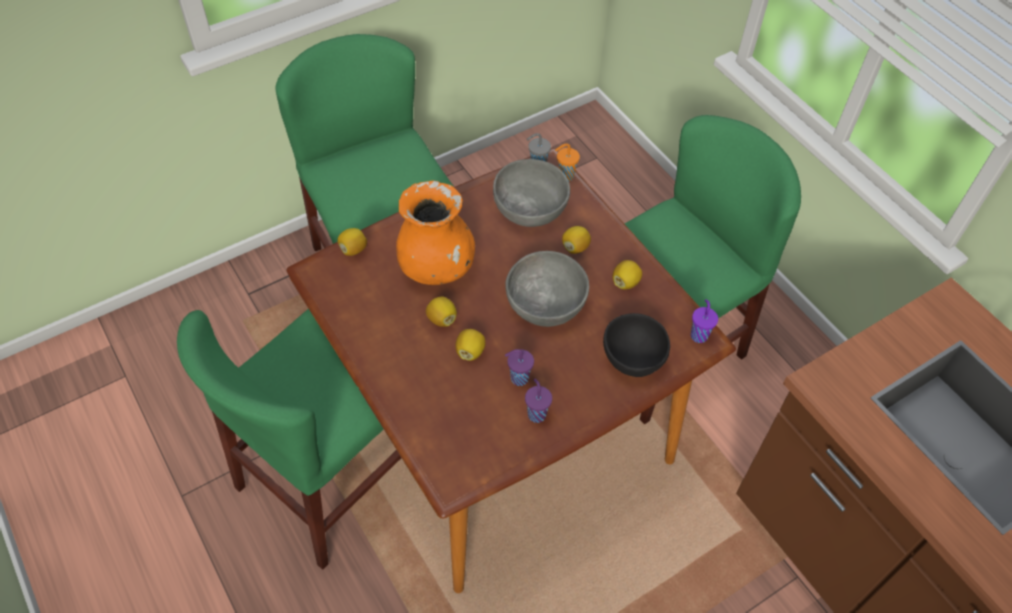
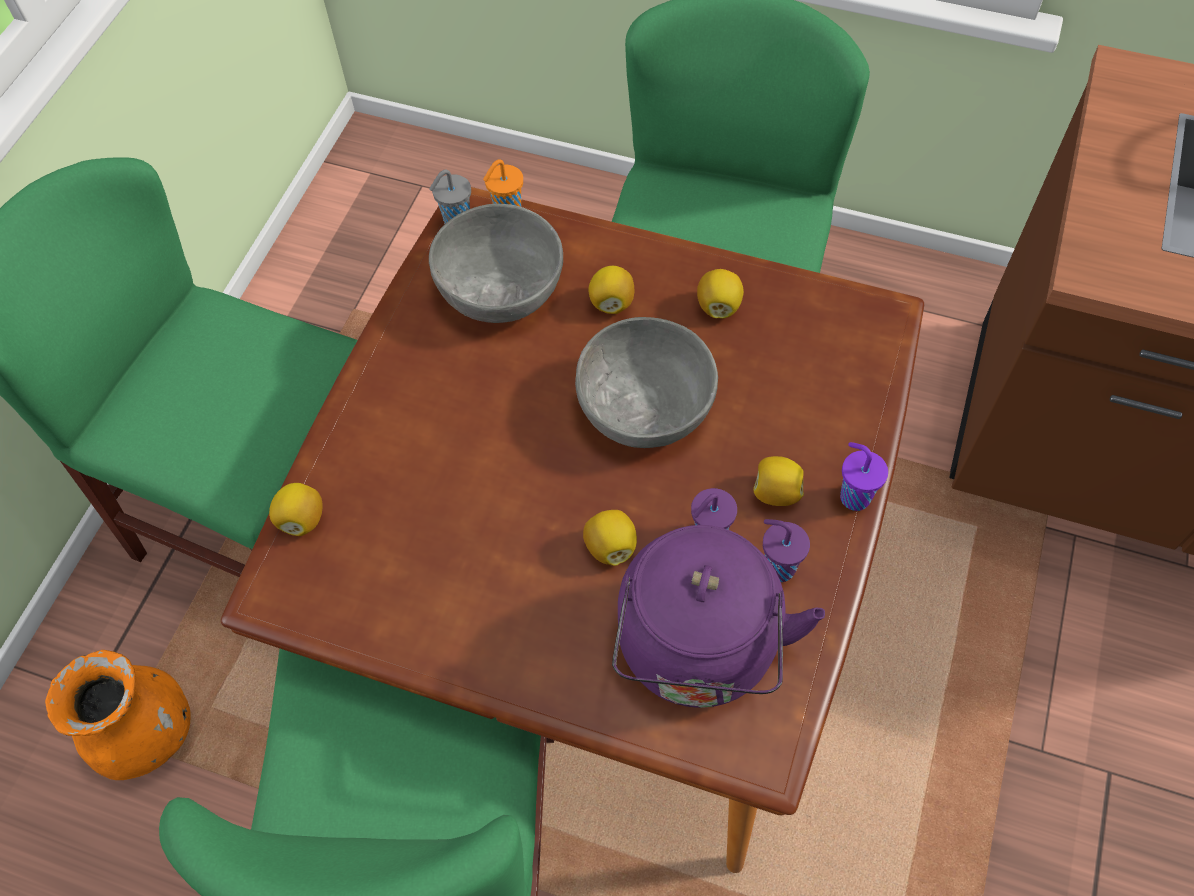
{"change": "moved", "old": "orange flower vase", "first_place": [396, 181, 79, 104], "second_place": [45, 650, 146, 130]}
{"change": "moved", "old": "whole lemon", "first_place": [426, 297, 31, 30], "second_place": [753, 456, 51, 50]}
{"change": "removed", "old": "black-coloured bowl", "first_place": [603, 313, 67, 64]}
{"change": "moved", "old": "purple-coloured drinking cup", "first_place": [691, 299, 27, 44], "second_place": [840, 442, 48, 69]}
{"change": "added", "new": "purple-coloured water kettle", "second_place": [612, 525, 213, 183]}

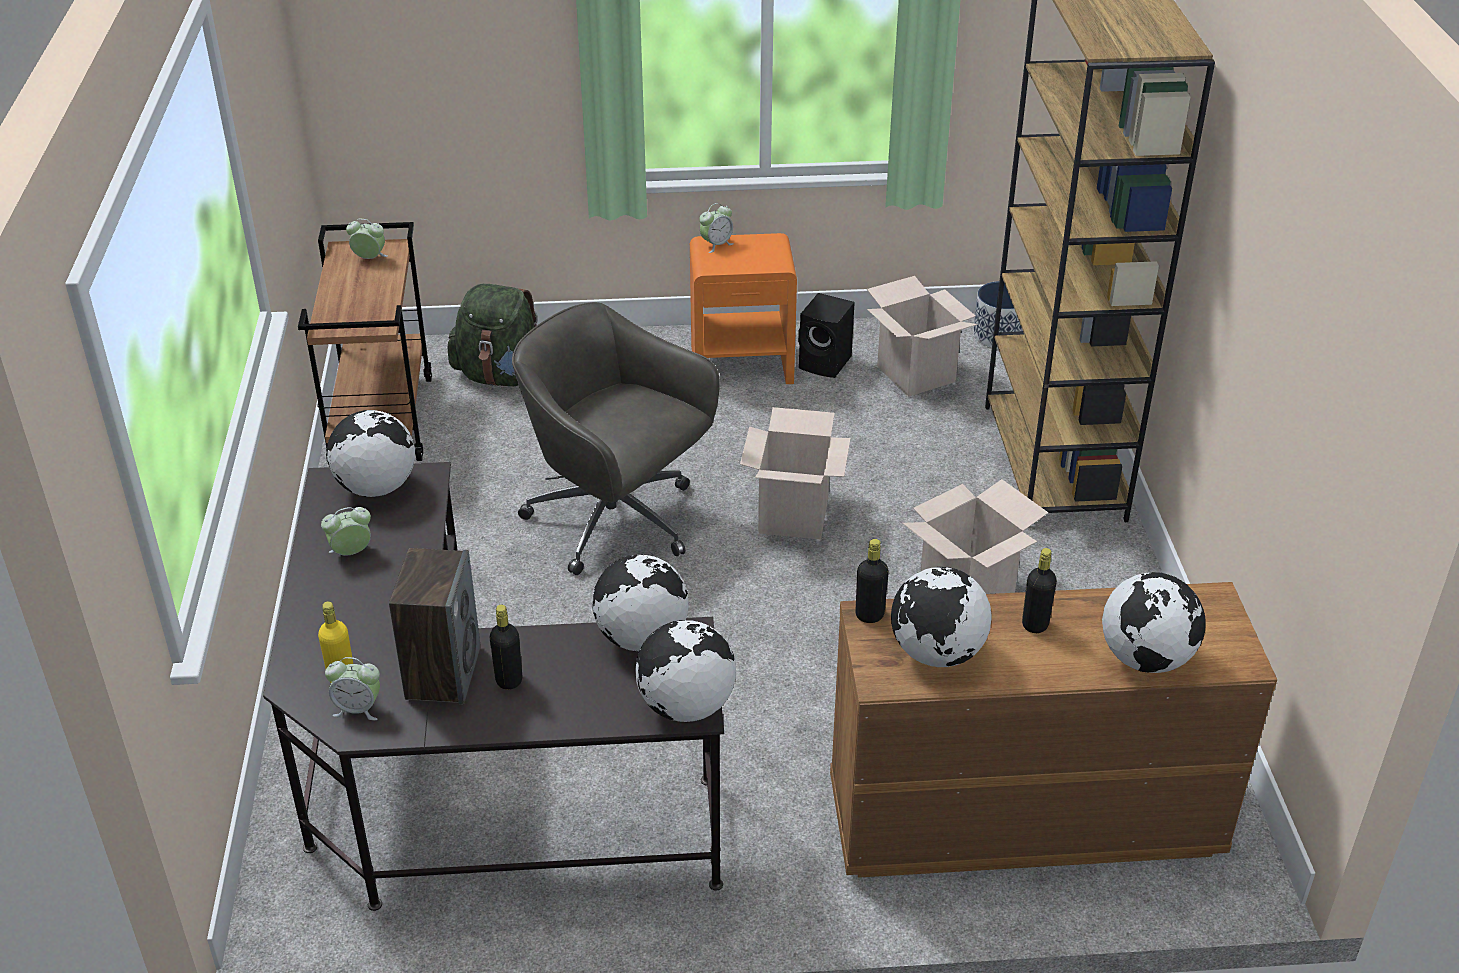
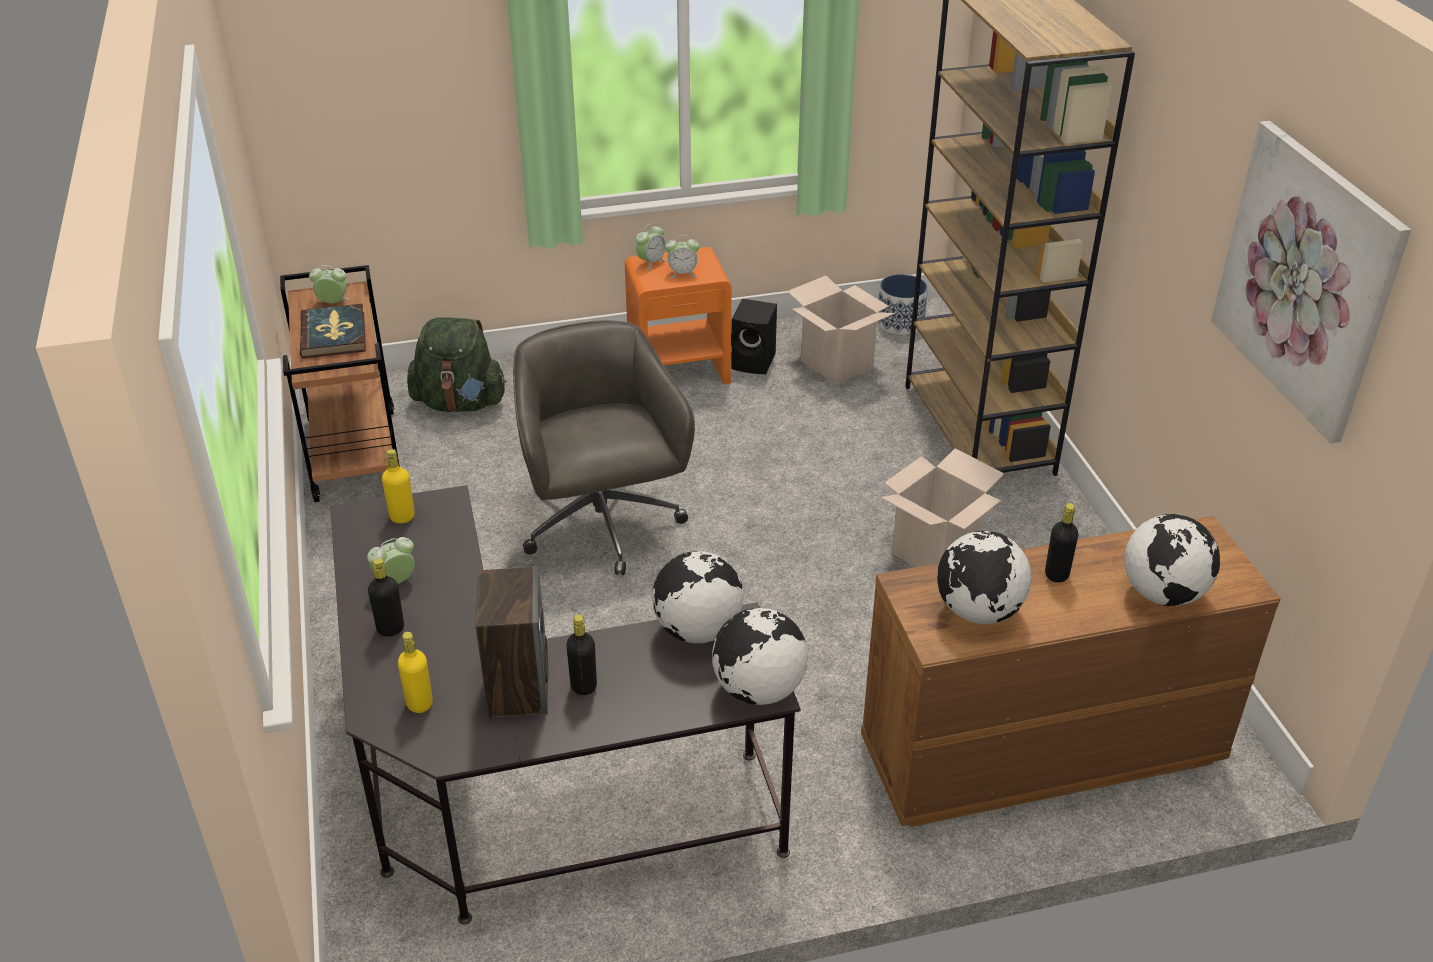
{"change": "moved", "old": "bedside clock", "first_place": [325, 657, 55, 63], "second_place": [665, 235, 35, 43]}
{"change": "replaced", "old": "desk globe", "new": "yellow drink bottle", "first_place": [327, 410, 88, 87], "second_place": [382, 449, 33, 75]}
{"change": "turned", "old": "greyish office chair", "first_place": [512, 302, 208, 273], "second_place": [513, 320, 182, 255], "degrees": 45}
{"change": "removed", "old": "packing box", "first_place": [740, 407, 110, 133]}
{"change": "moved", "old": "black-coloured drink bottle", "first_place": [855, 539, 34, 84], "second_place": [368, 558, 36, 79]}
{"change": "added", "new": "bound book", "second_place": [300, 304, 66, 54]}
{"change": "added", "new": "wall art", "second_place": [1211, 121, 200, 322]}

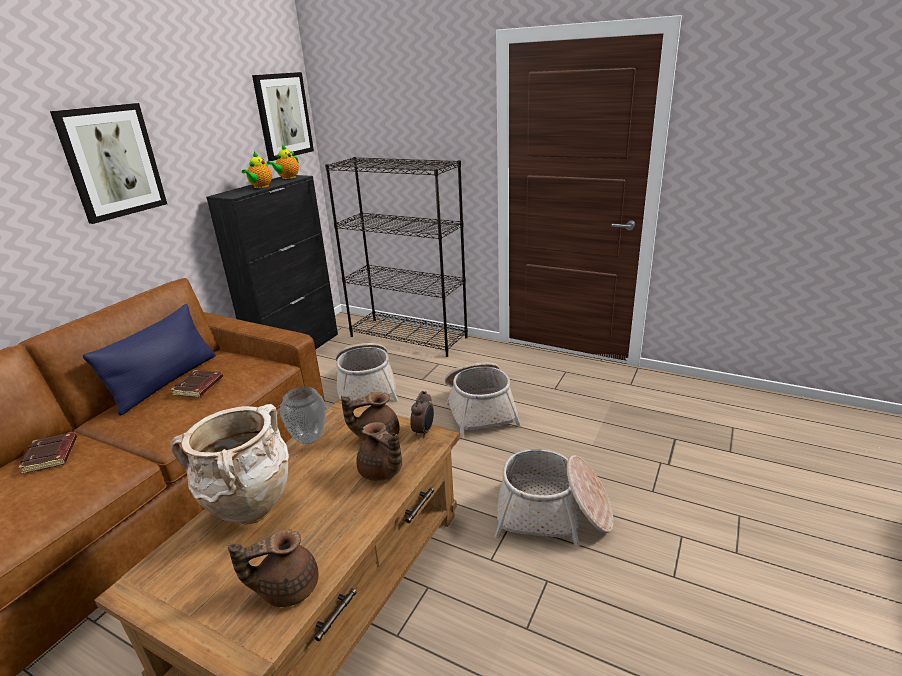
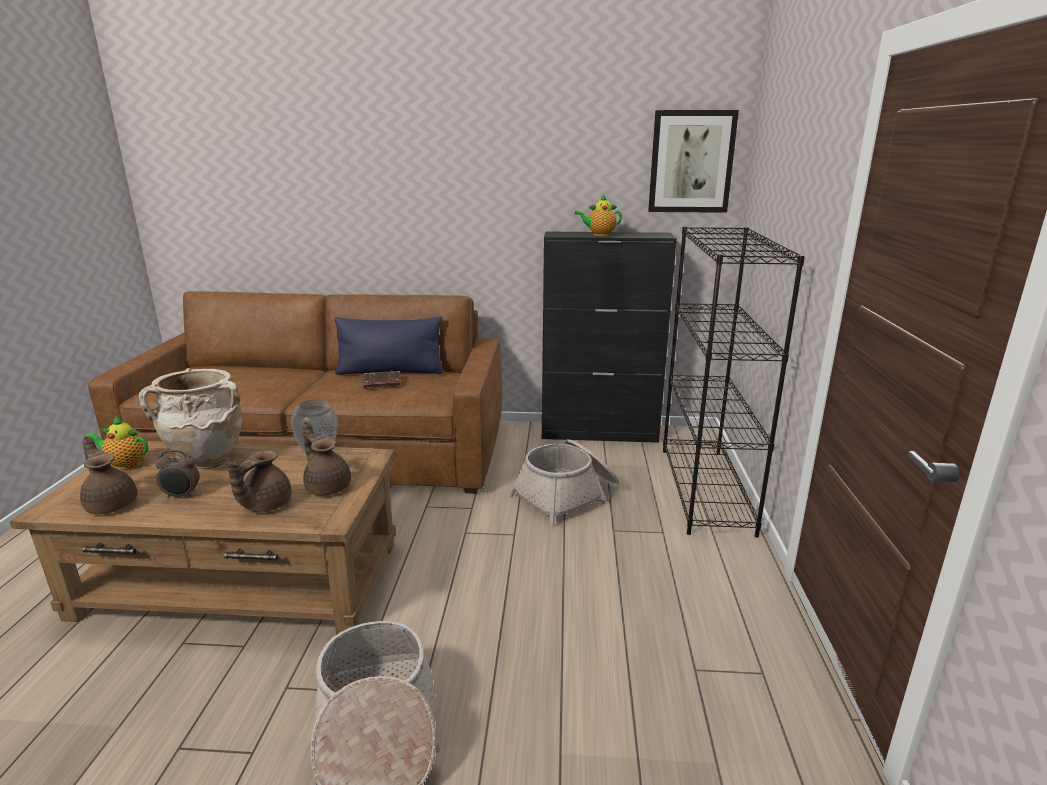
{"change": "removed", "old": "brown-coloured bound book", "first_place": [19, 432, 58, 42]}
{"change": "removed", "old": "wall art", "first_place": [50, 103, 117, 121]}
{"change": "moved", "old": "tea pot", "first_place": [267, 144, 32, 35], "second_place": [84, 416, 64, 54]}
{"change": "moved", "old": "bedside clock", "first_place": [410, 391, 24, 47], "second_place": [155, 450, 45, 49]}
{"change": "removed", "old": "storage basket", "first_place": [445, 362, 77, 76]}

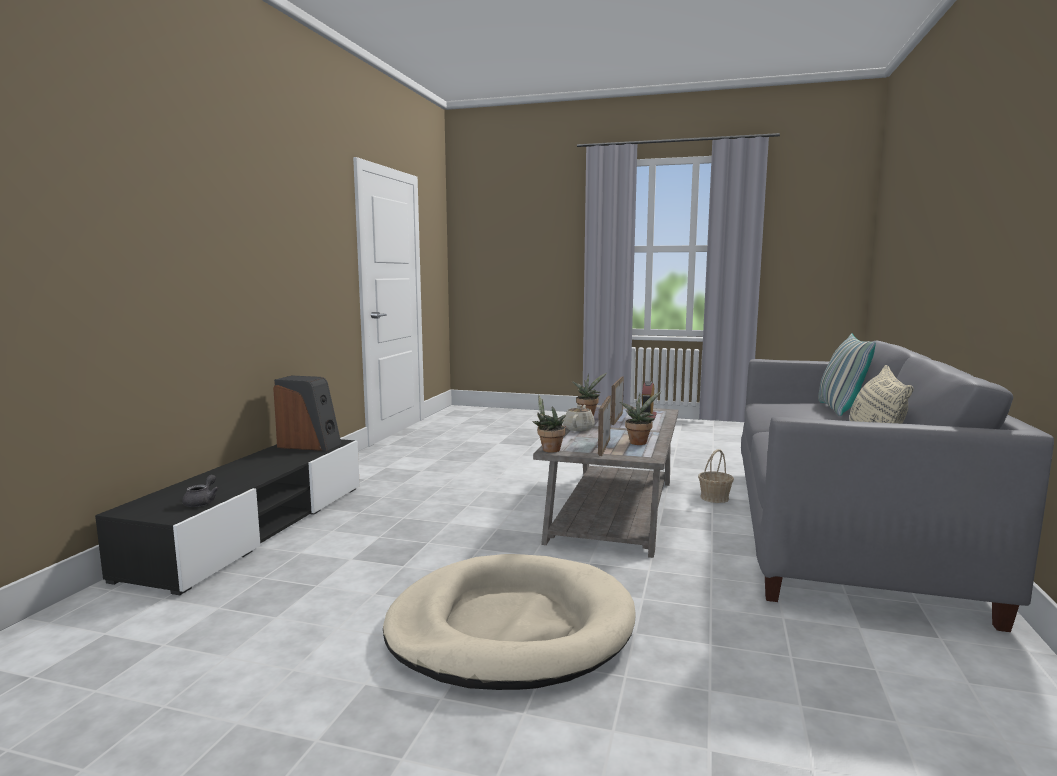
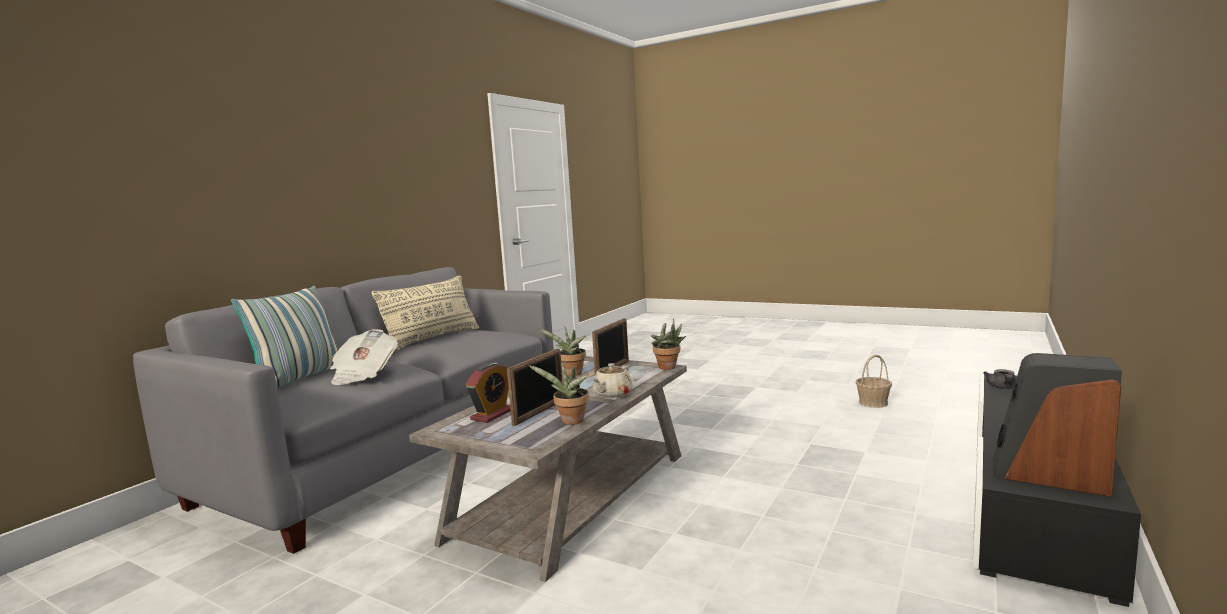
{"change": "removed", "old": "sand-coloured pet bed", "first_place": [383, 554, 253, 136]}
{"change": "moved", "old": "storage basket", "first_place": [698, 449, 36, 54], "second_place": [856, 355, 36, 53]}
{"change": "added", "new": "printed paper", "second_place": [330, 329, 68, 56]}

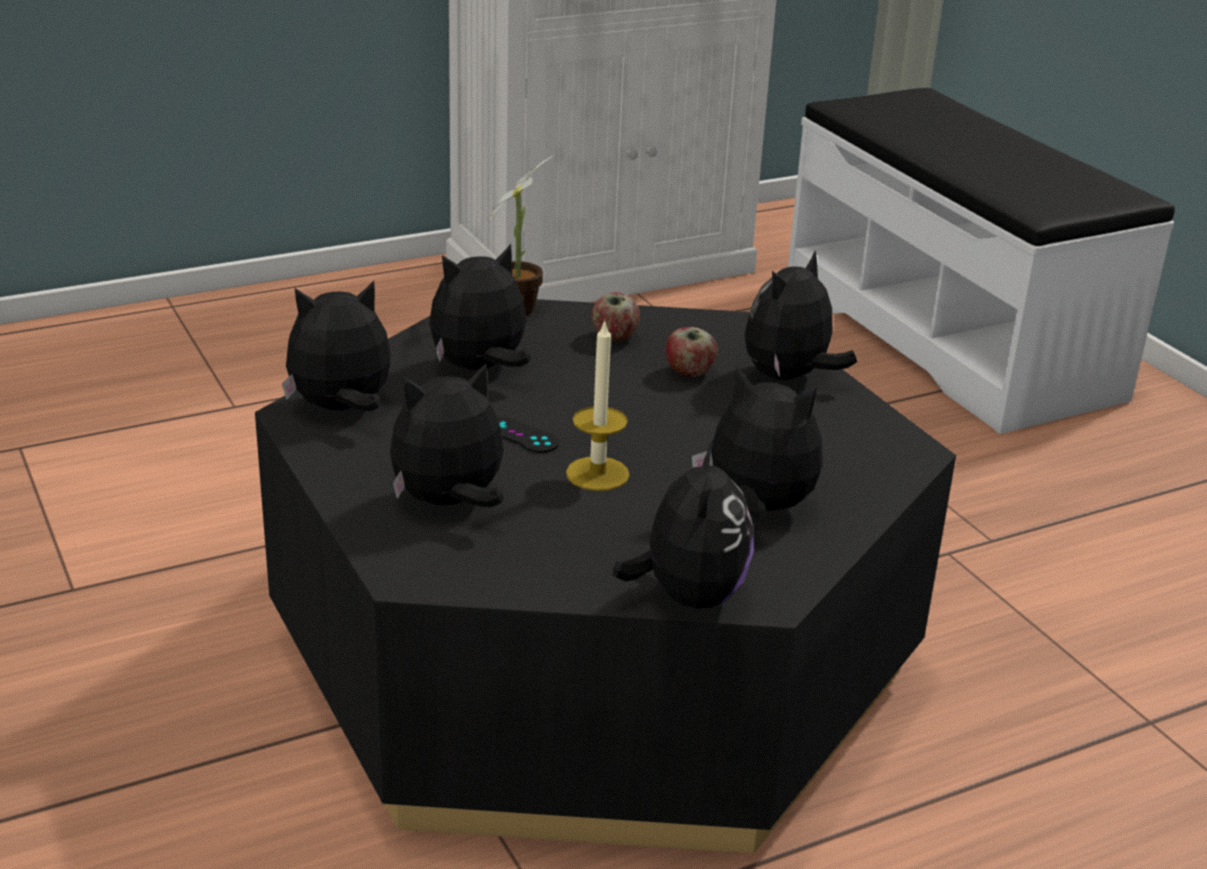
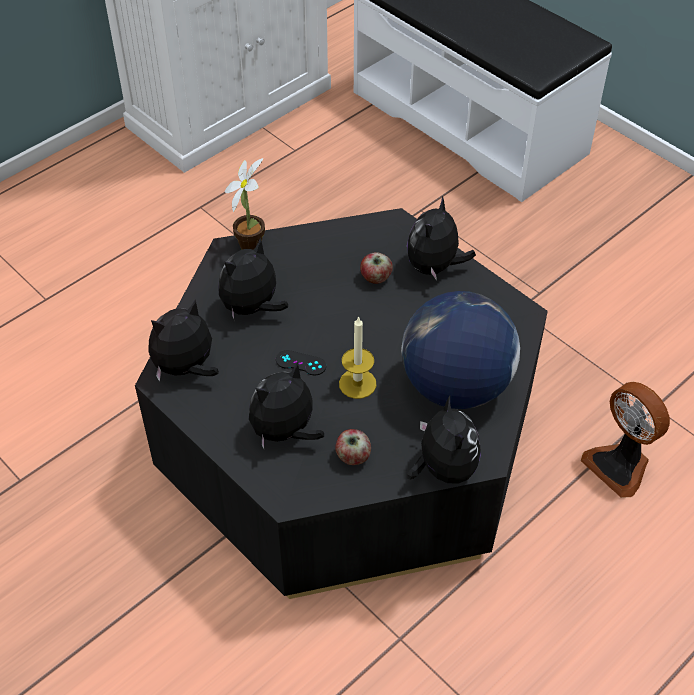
{"change": "moved", "old": "apple fruit", "first_place": [591, 292, 49, 49], "second_place": [335, 429, 36, 36]}
{"change": "replaced", "old": "soft toy", "new": "desk globe", "first_place": [692, 366, 131, 153], "second_place": [401, 291, 119, 118]}
{"change": "added", "new": "fan", "second_place": [581, 382, 89, 116]}

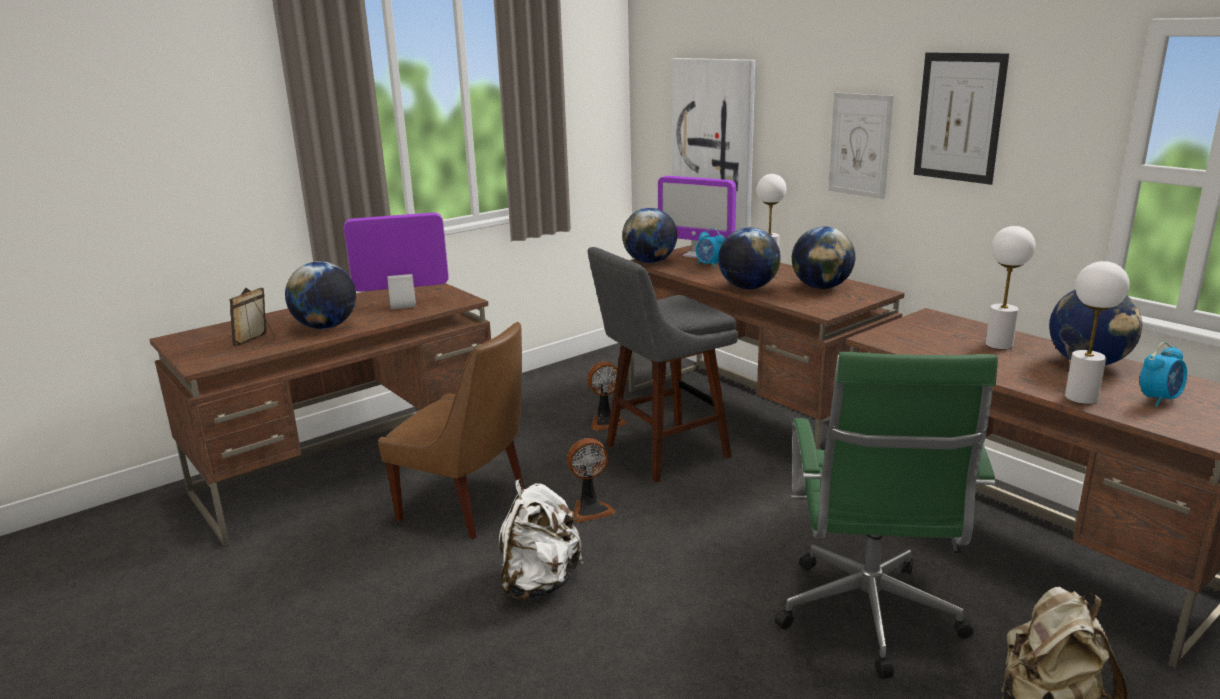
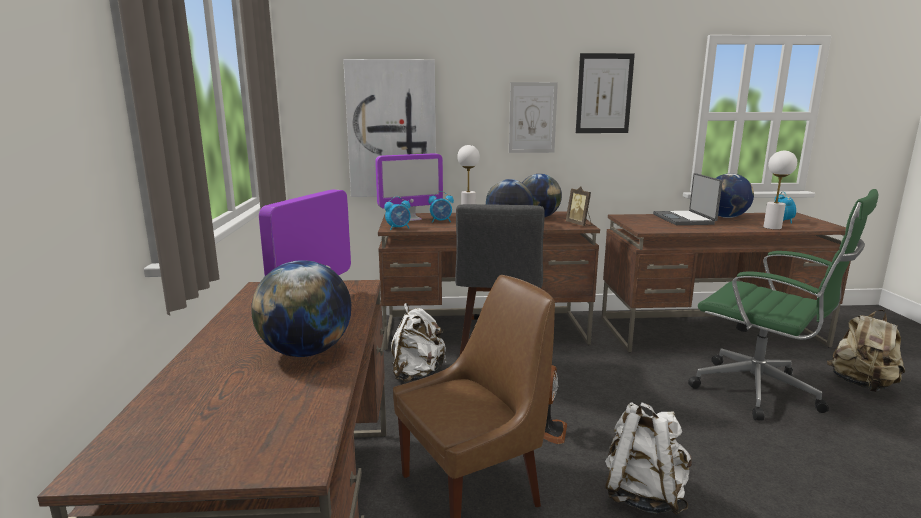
{"change": "moved", "old": "standing frame", "first_place": [229, 288, 47, 61], "second_place": [566, 186, 26, 40]}
{"change": "replaced", "old": "fan", "new": "white-coloured rucksack", "first_place": [587, 361, 40, 70], "second_place": [391, 303, 55, 79]}
{"change": "replaced", "old": "desk globe", "new": "bedside clock", "first_place": [622, 208, 55, 55], "second_place": [384, 196, 27, 34]}
{"change": "replaced", "old": "white-coloured lamp for a table", "new": "notebook computer", "first_place": [985, 226, 50, 123], "second_place": [653, 173, 70, 52]}

